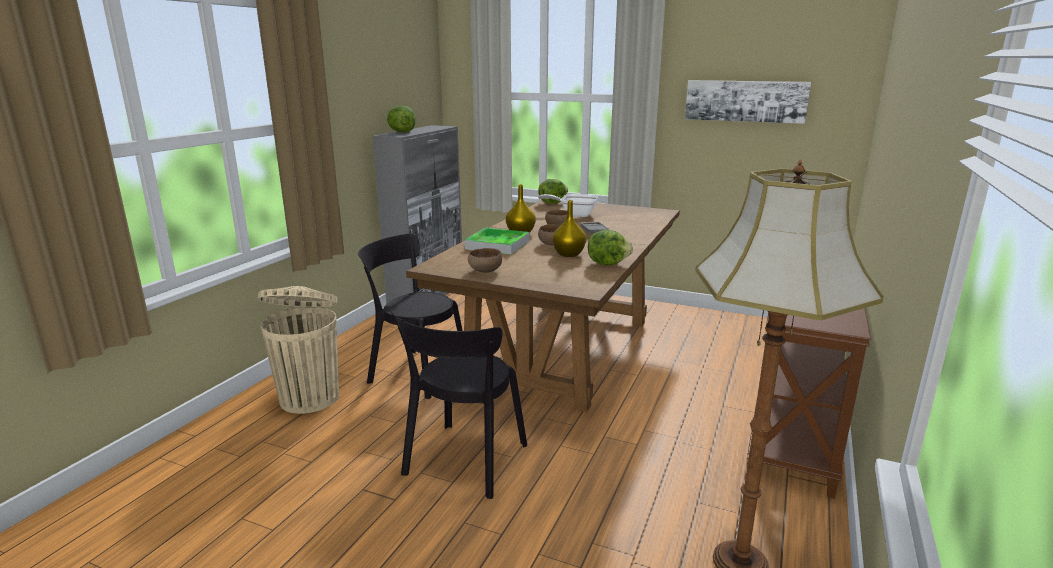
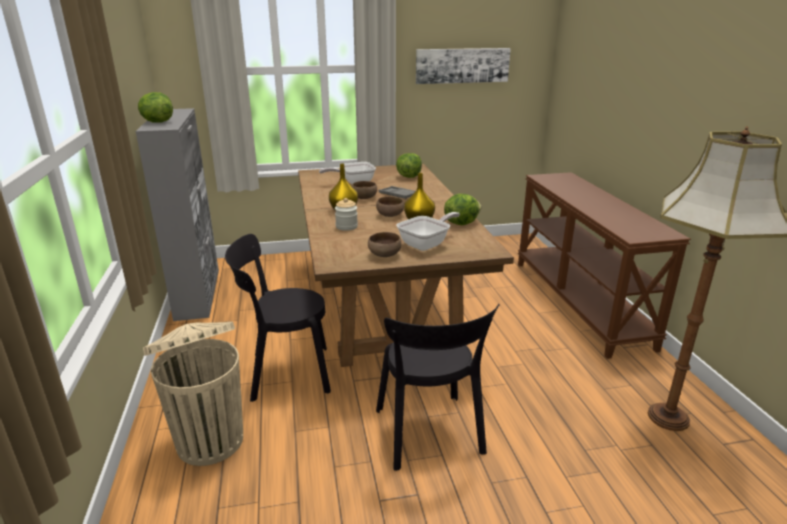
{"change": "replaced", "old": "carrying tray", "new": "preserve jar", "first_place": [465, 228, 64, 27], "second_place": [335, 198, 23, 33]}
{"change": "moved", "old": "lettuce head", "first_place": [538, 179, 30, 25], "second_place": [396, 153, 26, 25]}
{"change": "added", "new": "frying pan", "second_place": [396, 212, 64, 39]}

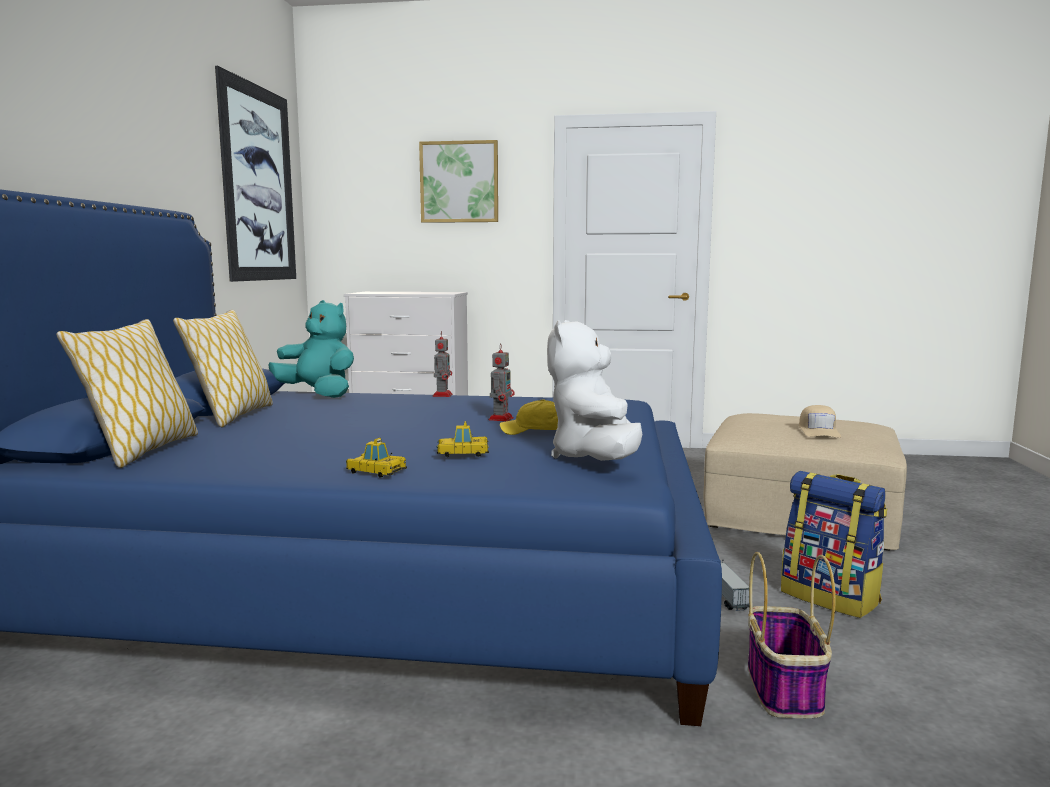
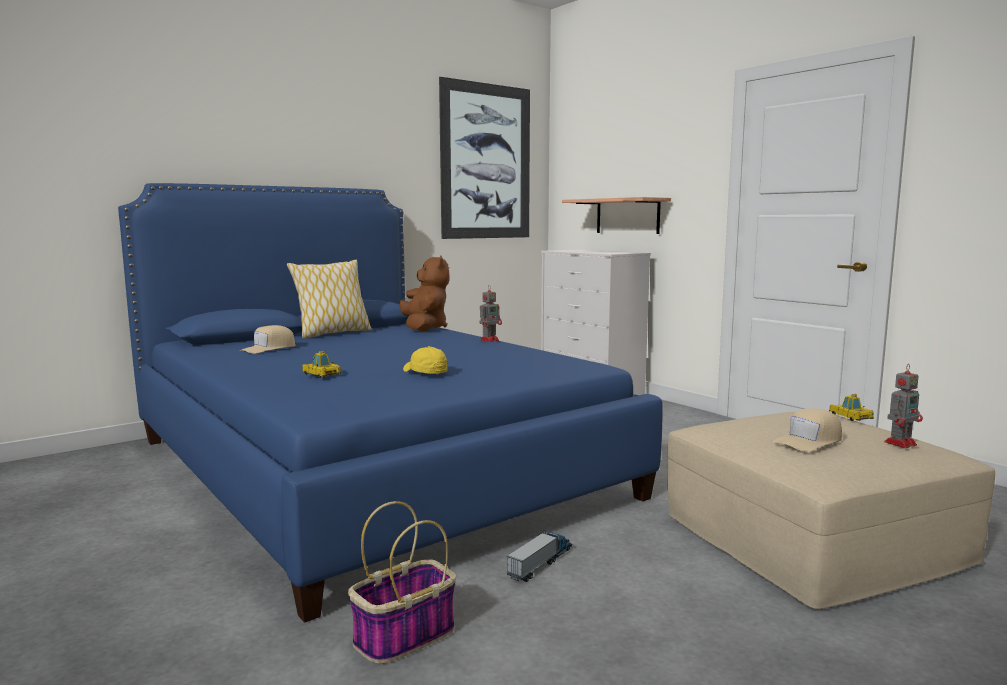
{"change": "removed", "old": "throw pillow", "first_place": [56, 319, 142, 149]}
{"change": "recoloured", "old": "turquoise-coloured soft toy", "new": "brown-coloured soft toy", "first_place": [269, 300, 85, 98], "second_place": [400, 255, 49, 76]}
{"change": "moved", "old": "model car", "first_place": [346, 438, 61, 40], "second_place": [829, 394, 45, 27]}
{"change": "removed", "old": "wall art", "first_place": [419, 140, 79, 83]}
{"change": "moved", "old": "robot figure", "first_place": [488, 343, 26, 78], "second_place": [884, 365, 39, 83]}
{"change": "removed", "old": "white-coloured soft toy", "first_place": [547, 320, 95, 141]}
{"change": "removed", "old": "rucksack", "first_place": [781, 471, 106, 147]}
{"change": "added", "new": "sand-coloured baseball cap", "second_place": [239, 325, 57, 29]}
{"change": "added", "new": "wall shelf", "second_place": [562, 197, 109, 37]}

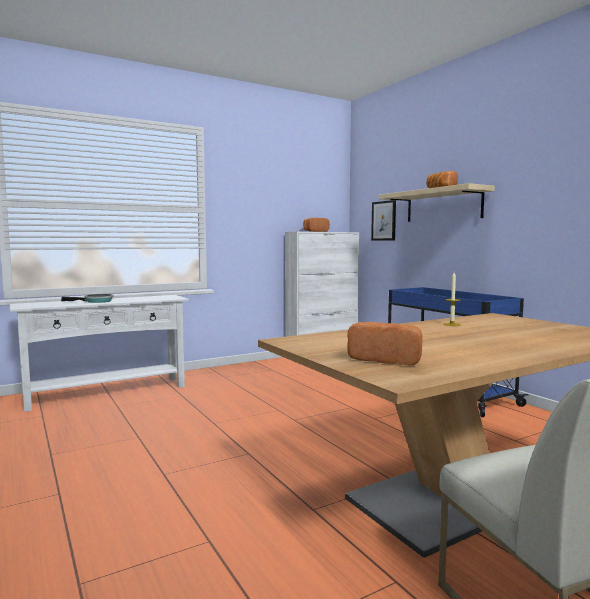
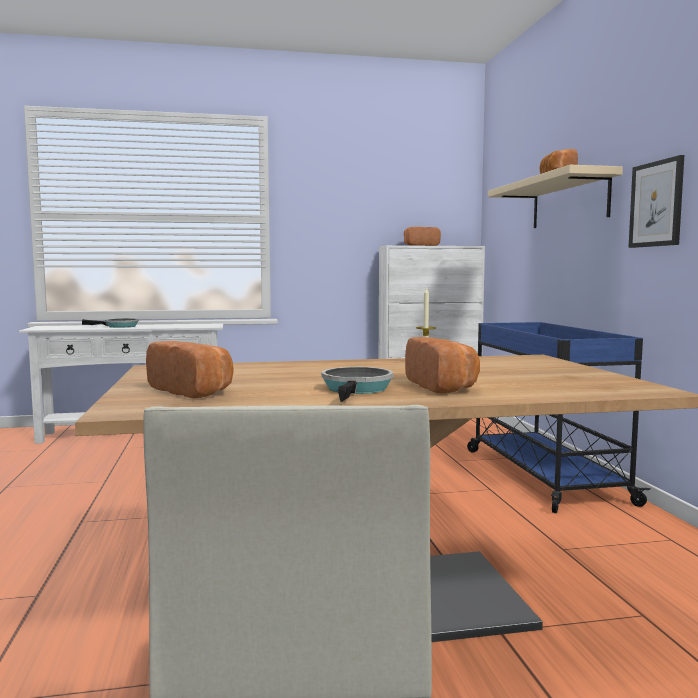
{"change": "moved", "old": "wall art", "first_place": [371, 200, 25, 41], "second_place": [628, 155, 56, 93]}
{"change": "added", "new": "frying pan", "second_place": [321, 367, 72, 35]}
{"change": "added", "new": "bakery bread", "second_place": [405, 337, 75, 56]}

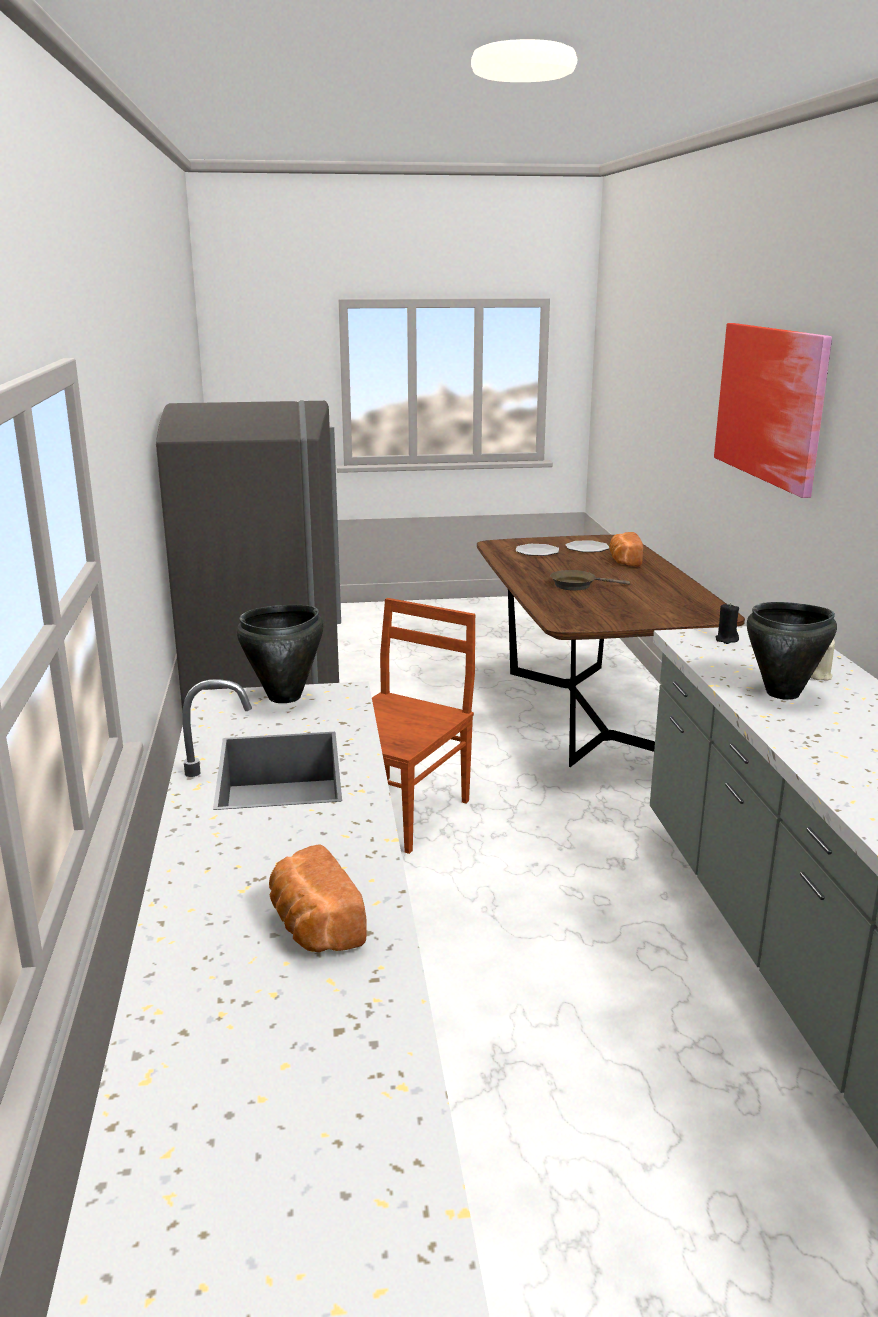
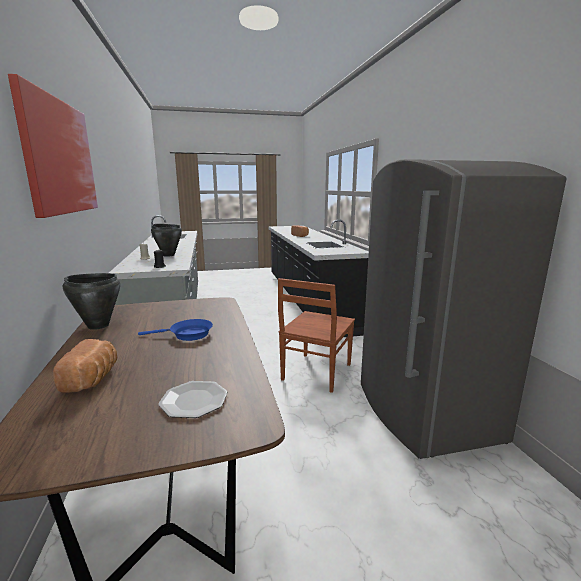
{"change": "moved", "old": "black-coloured saucepot", "first_place": [237, 605, 87, 98], "second_place": [63, 273, 57, 57]}
{"change": "recoloured", "old": "brown-coloured frying pan", "new": "blue frying pan", "first_place": [550, 570, 80, 20], "second_place": [138, 319, 75, 22]}
{"change": "removed", "old": "dinner plate", "first_place": [565, 540, 45, 12]}

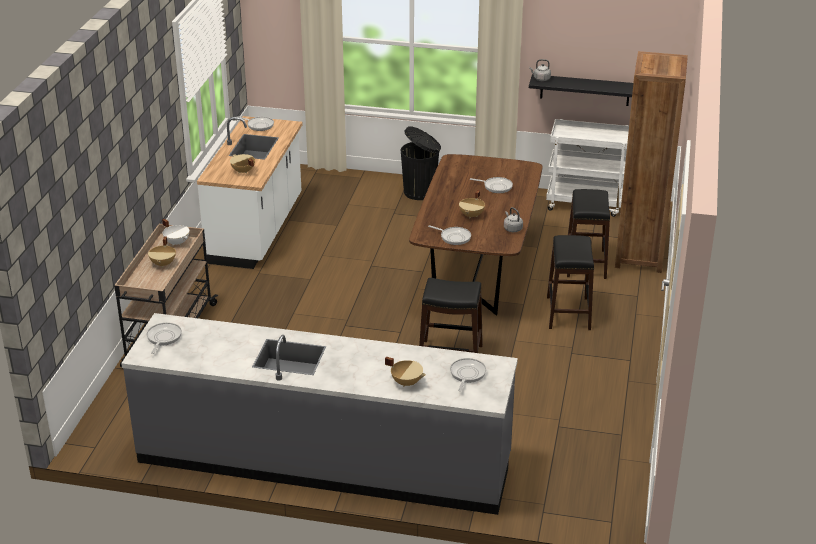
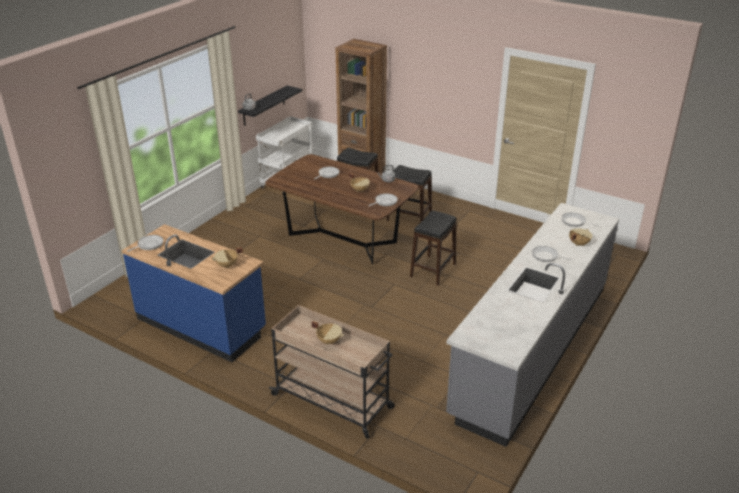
{"change": "moved", "old": "frying pan", "first_place": [147, 323, 35, 31], "second_place": [532, 246, 40, 16]}
{"change": "removed", "old": "white-coloured saucepot", "first_place": [162, 219, 27, 27]}
{"change": "recoloured", "old": "white-coloured kitchen base unit", "new": "blue kitchen base unit", "first_place": [197, 116, 106, 153], "second_place": [122, 224, 144, 138]}
{"change": "removed", "old": "black-coloured trash can", "first_place": [401, 126, 40, 74]}

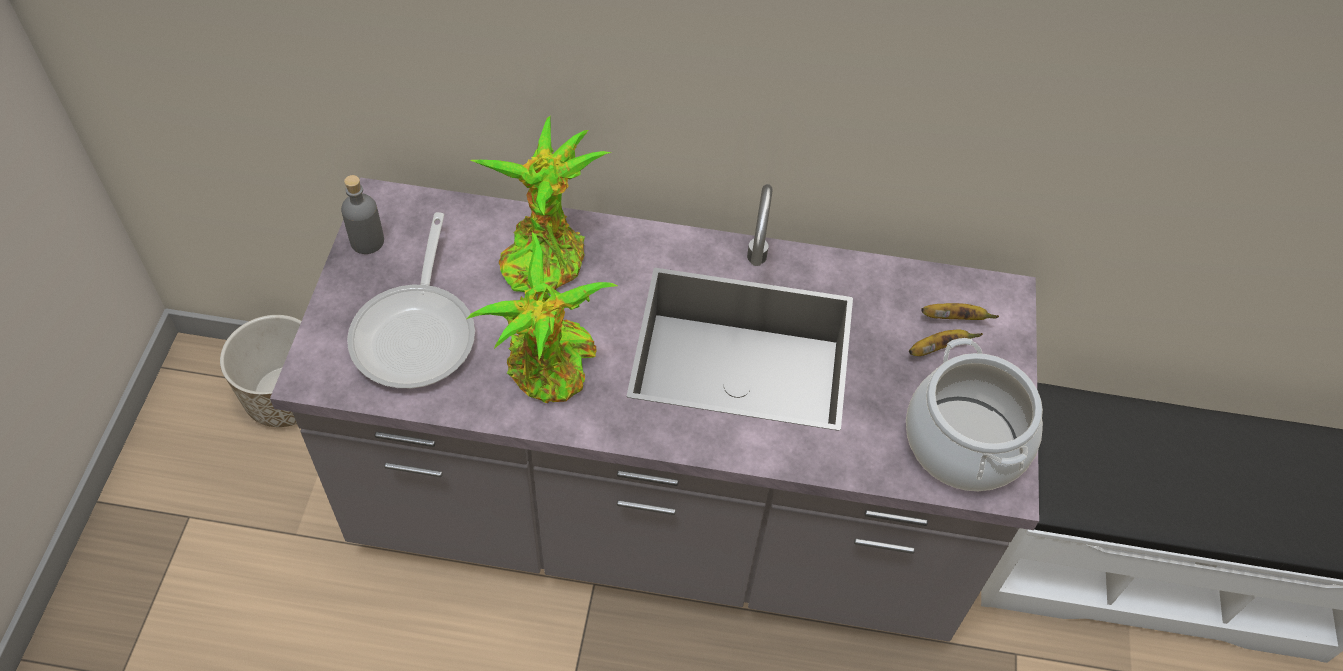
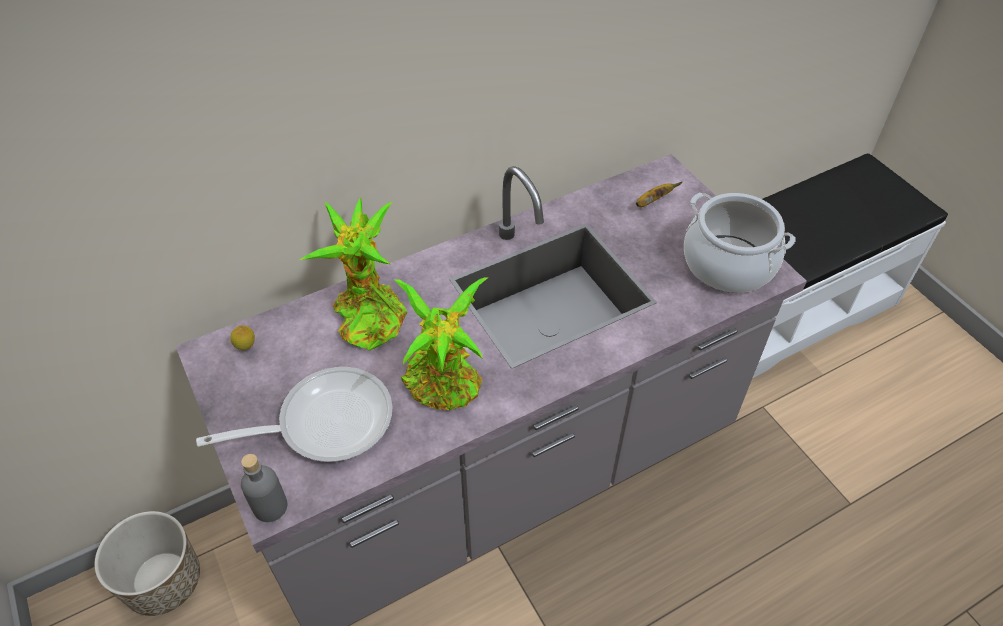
{"change": "moved", "old": "greyish drink bottle", "first_place": [341, 175, 43, 79], "second_place": [241, 454, 46, 68]}
{"change": "turned", "old": "frying pan", "first_place": [347, 212, 128, 176], "second_place": [196, 367, 197, 95], "degrees": -75}
{"change": "removed", "old": "whole banana", "first_place": [909, 329, 74, 27]}
{"change": "added", "new": "whole lemon", "second_place": [230, 325, 25, 25]}

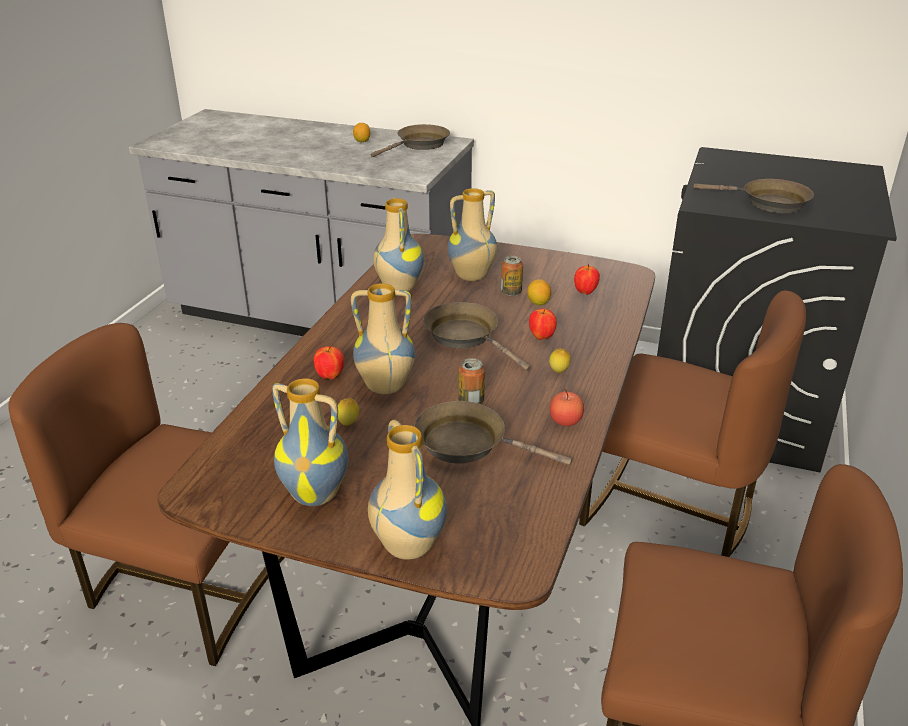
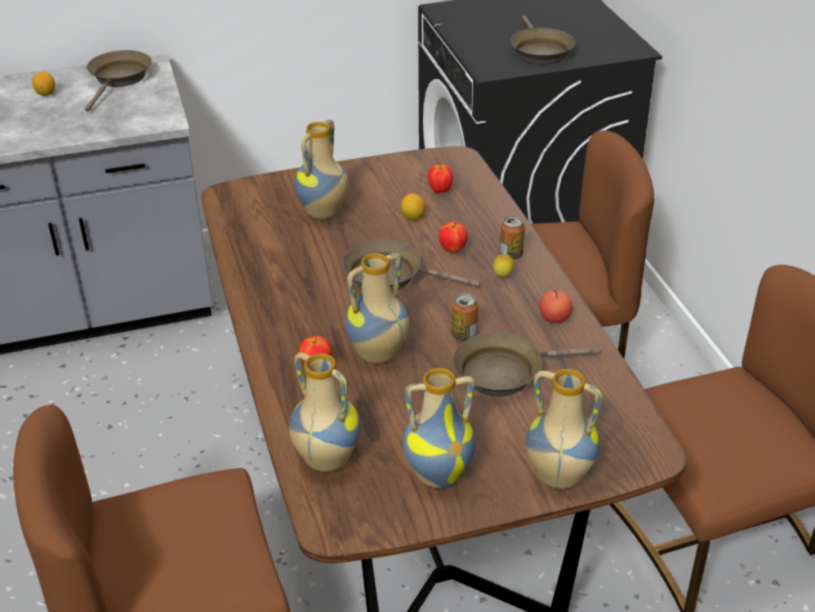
{"change": "removed", "old": "whole lemon", "first_place": [338, 398, 21, 28]}
{"change": "moved", "old": "flower vase", "first_place": [373, 197, 51, 94], "second_place": [289, 352, 72, 120]}
{"change": "moved", "old": "sealed can", "first_place": [501, 256, 22, 40], "second_place": [500, 216, 25, 44]}
{"change": "turned", "old": "brown-coloured frying pan", "first_place": [693, 179, 121, 34], "second_place": [510, 16, 65, 48], "degrees": 90}

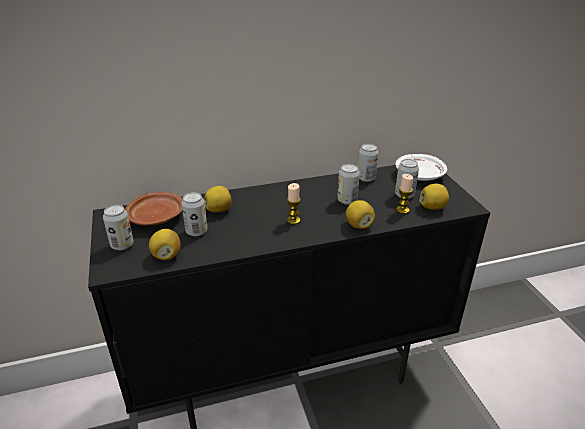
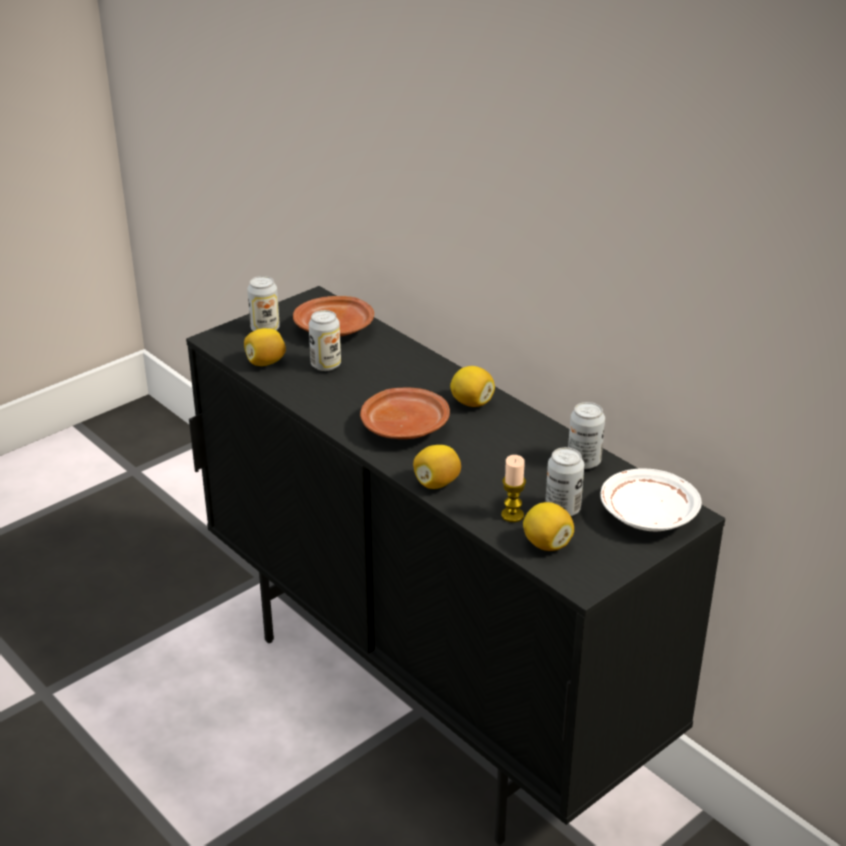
{"change": "moved", "old": "whole lemon", "first_place": [204, 186, 28, 27], "second_place": [450, 366, 45, 41]}
{"change": "replaced", "old": "candle", "new": "brown-coloured dinner plate", "first_place": [287, 183, 14, 41], "second_place": [360, 388, 90, 51]}
{"change": "removed", "old": "sealed can", "first_place": [337, 164, 23, 40]}

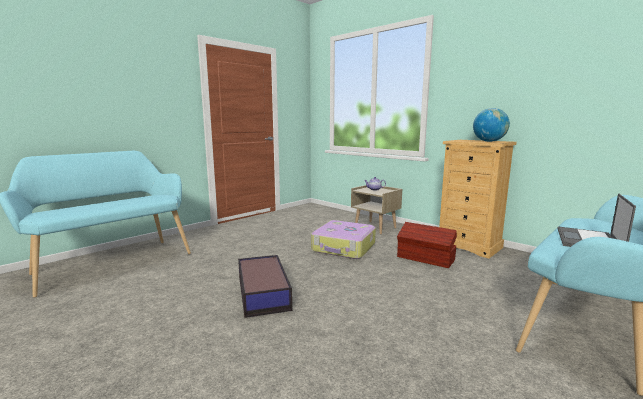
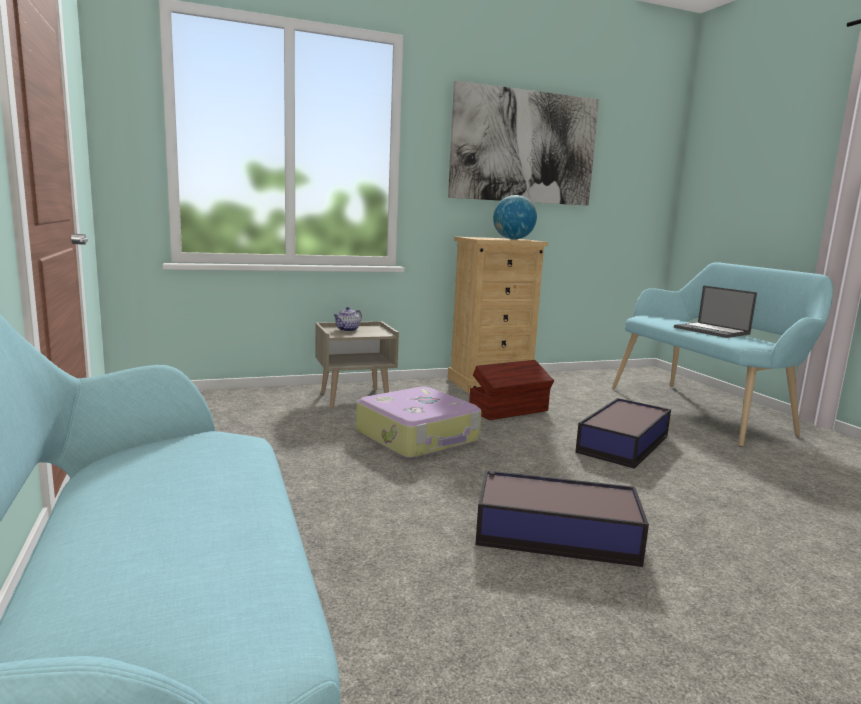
{"change": "added", "new": "wall art", "second_place": [448, 81, 151, 125]}
{"change": "added", "new": "storage container", "second_place": [575, 398, 96, 71]}

